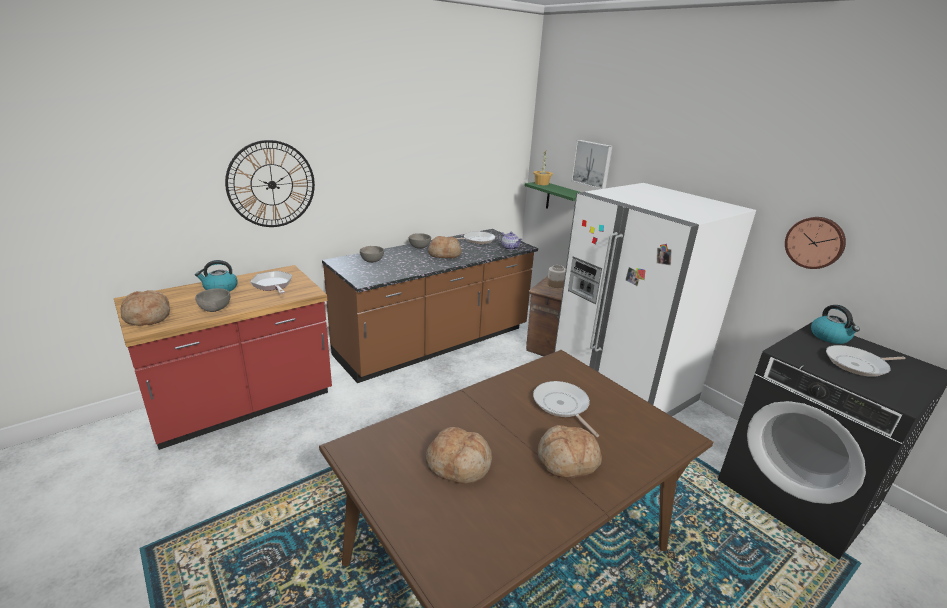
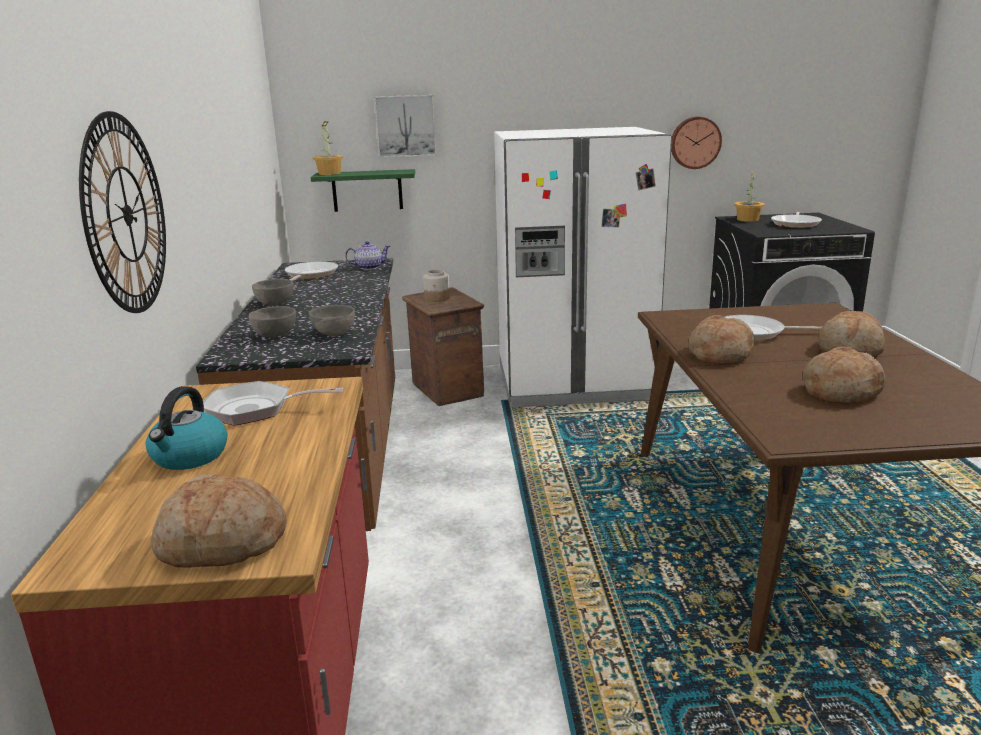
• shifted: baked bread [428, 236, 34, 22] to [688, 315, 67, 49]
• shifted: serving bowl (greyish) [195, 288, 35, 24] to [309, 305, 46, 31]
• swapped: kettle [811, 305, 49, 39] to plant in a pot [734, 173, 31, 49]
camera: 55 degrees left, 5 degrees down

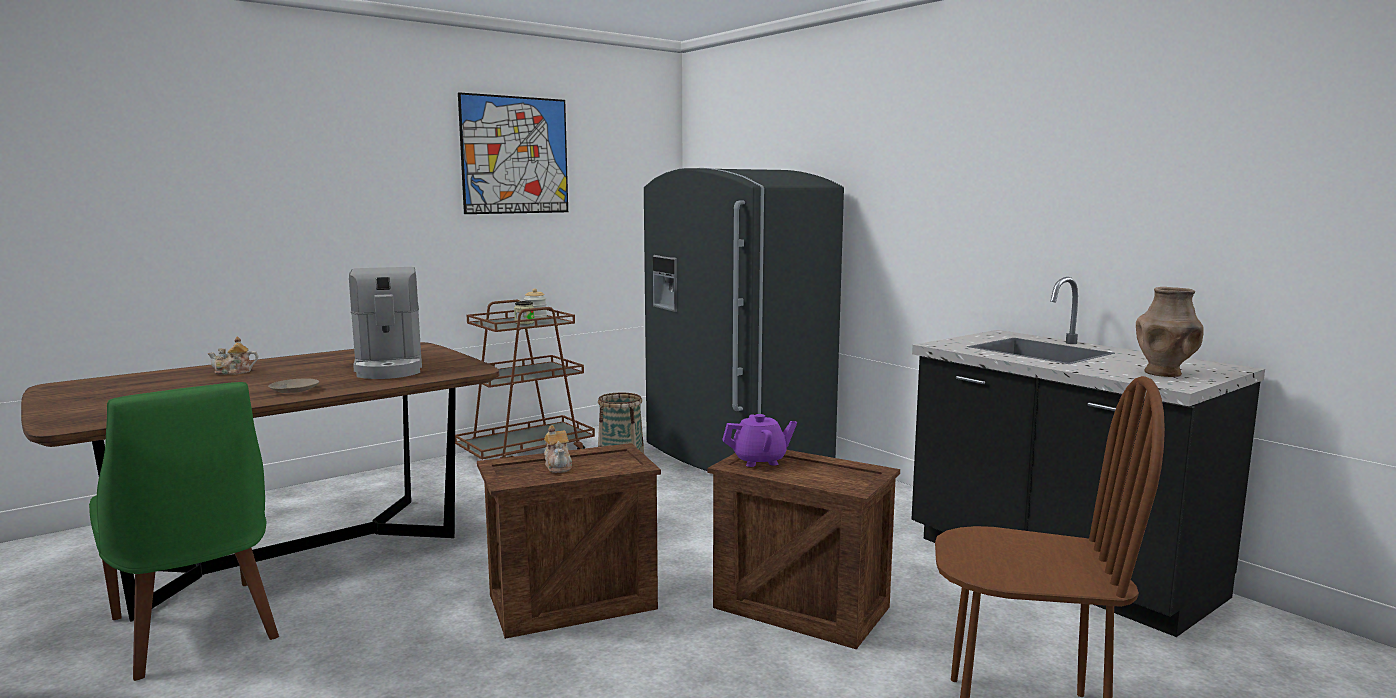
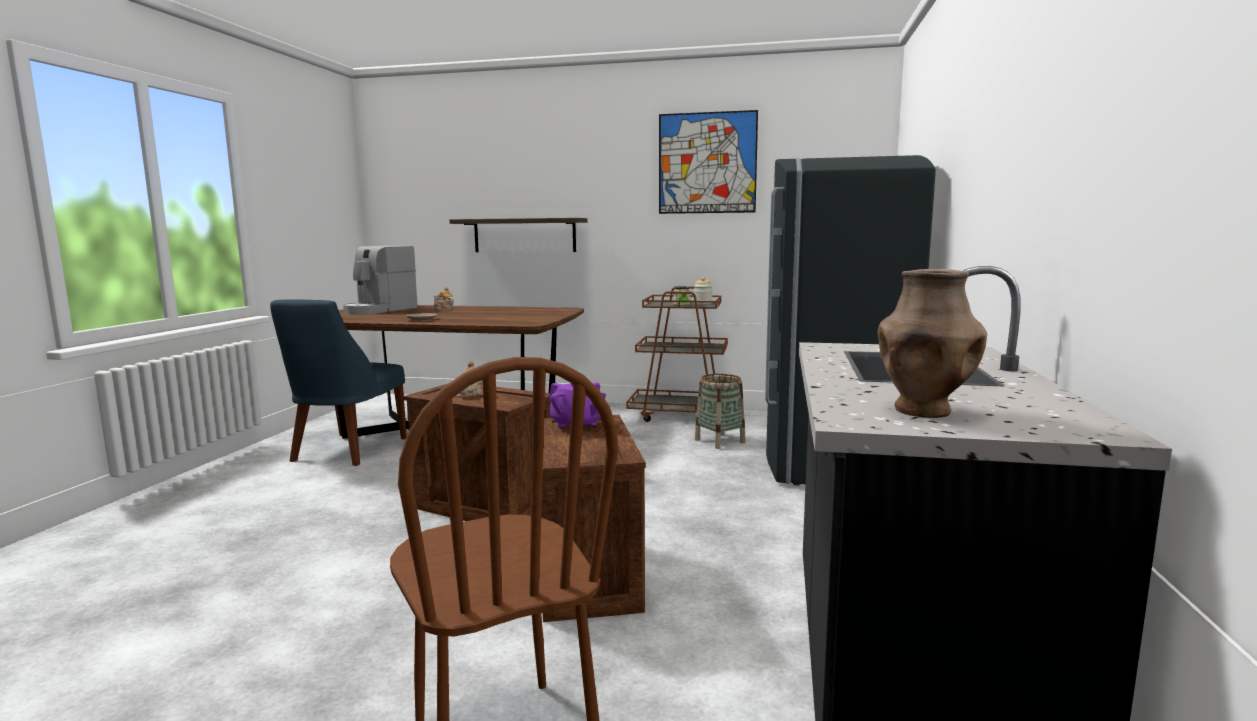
• shifted: coffee maker [349, 267, 73, 112] to [343, 246, 75, 69]
• repainted: chair (greenish) [89, 382, 190, 299] to chair (blue-coloured) [270, 300, 137, 166]
• new: shelf [450, 218, 137, 34]
camera: 50 degrees right, 0 degrees up

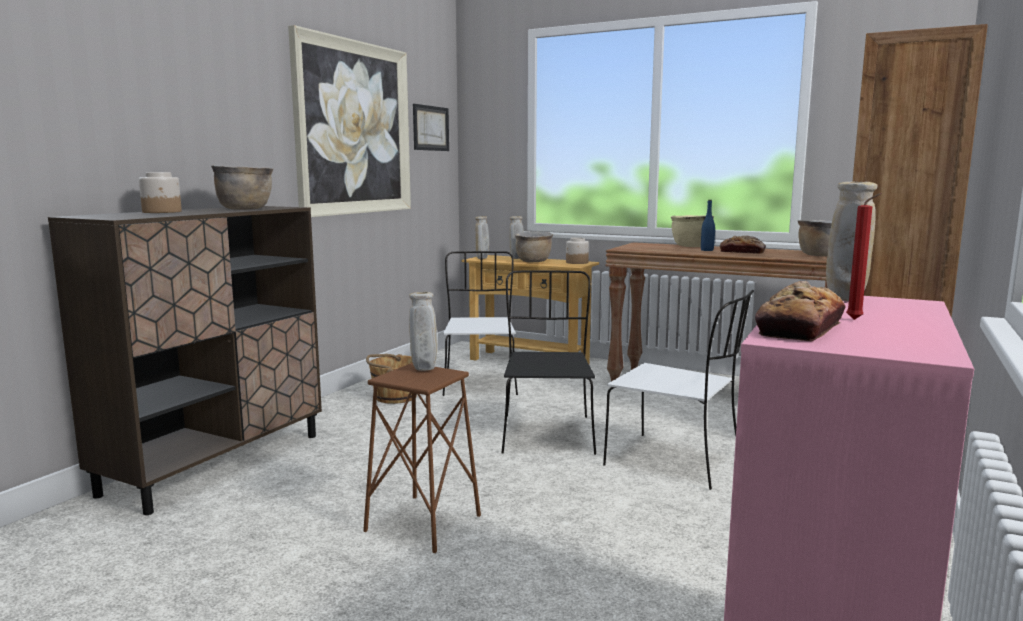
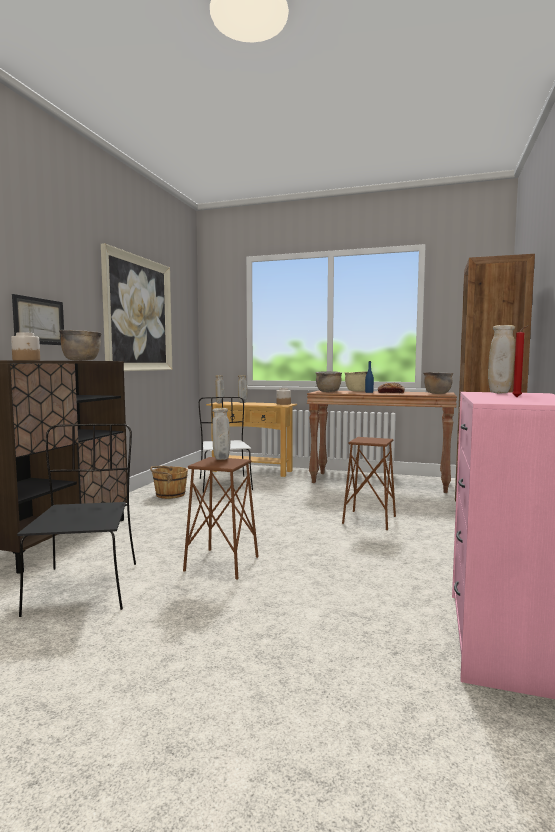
• shifted: picture [413, 104, 36, 47] to [12, 294, 52, 51]
• shifted: saucepot (brownish) [515, 231, 38, 32] to [316, 371, 26, 21]
• shifted: chair (black-coloured) [502, 270, 94, 185] to [17, 424, 119, 193]
• gone: baked bread [755, 281, 90, 60]
• swapped: chair (white-coloured) [603, 290, 151, 200] to stool (brownish) [342, 437, 54, 93]
camera: 10 degrees left, 5 degrees down

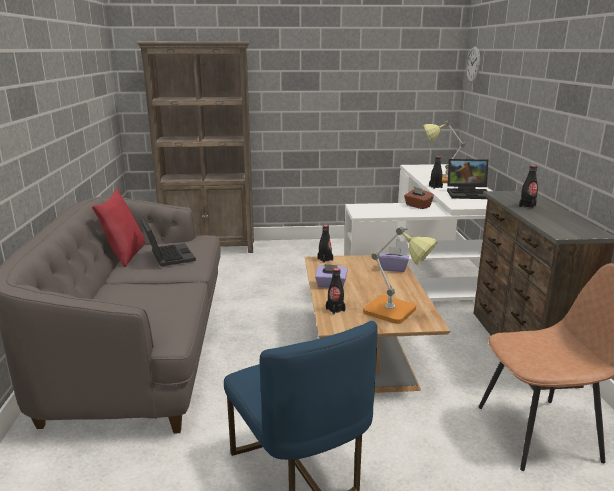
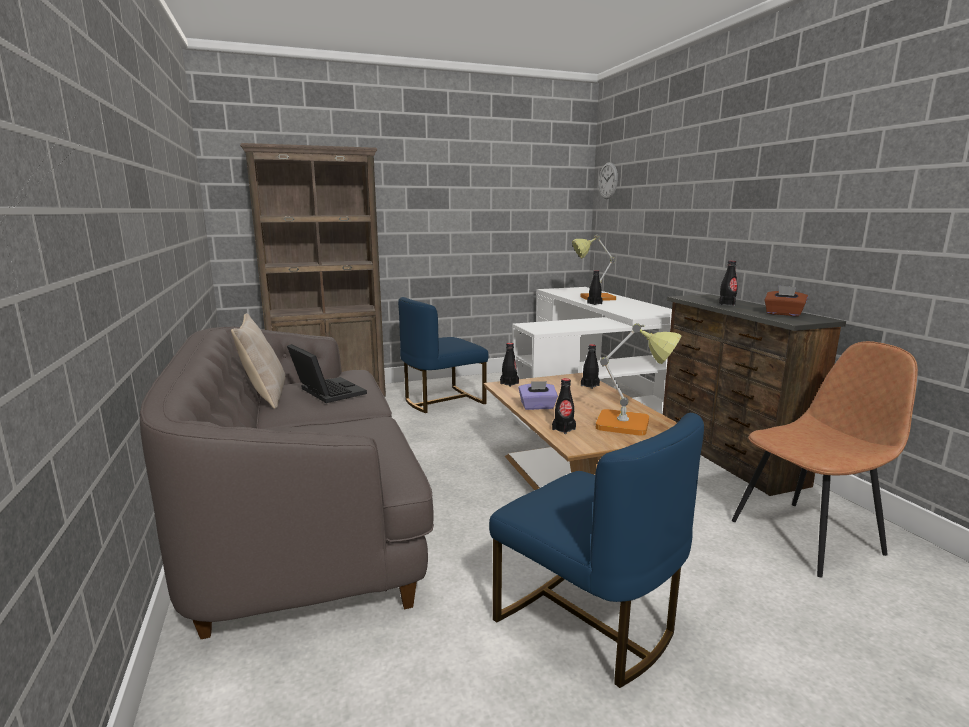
• gone: portable computer [447, 159, 41, 40]
• shifted: box of tissues (brownish) [404, 186, 30, 23] to [765, 285, 43, 31]
• repainted: pillow (red-coloured) [92, 189, 53, 78] to pillow (sand-coloured) [231, 313, 54, 96]
• swapped: box of tissues (purple-coloured) [379, 247, 30, 25] to beverage bottle (black-coloured) [581, 344, 19, 45]
• new: chair (blue-coloured) [398, 297, 90, 116]
camera: 15 degrees left, 5 degrees down

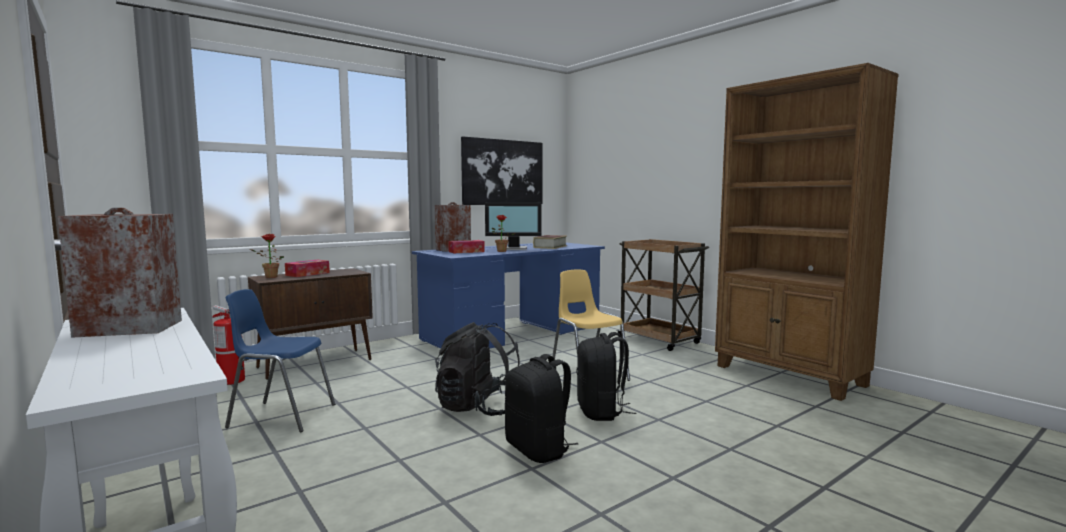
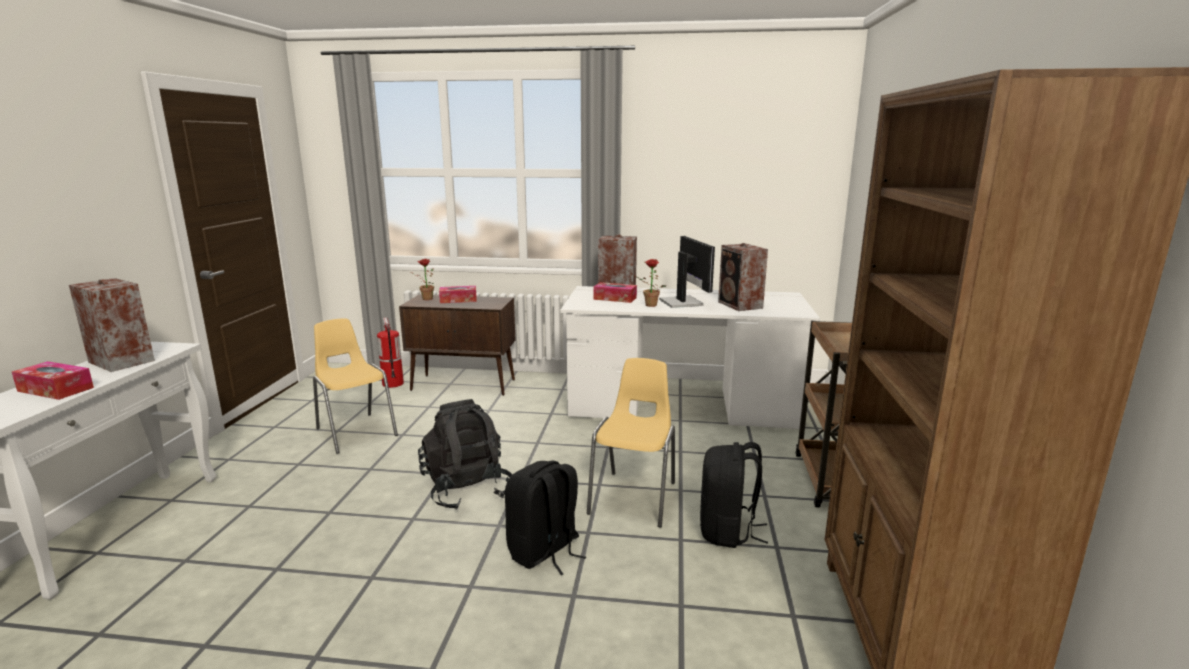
• gone: picture [461, 137, 82, 68]
• rotated: monitor [485, 202, 57, 48] = [659, 236, 56, 72] 150 degrees counterclockwise
• swapped: book [533, 235, 34, 14] to audio speaker [718, 243, 50, 68]
• repainted: desk table (blue-coloured) [412, 243, 193, 106] to desk table (white-coloured) [561, 286, 259, 143]
• repainted: chair (blue-coloured) [225, 289, 110, 144] to chair (yellow) [313, 319, 85, 135]
• shifted: backpack (black-coloured) [505, 354, 73, 109] to [700, 442, 68, 106]
• new: box of tissues [12, 361, 82, 39]
camera: 45 degrees right, 10 degrees up

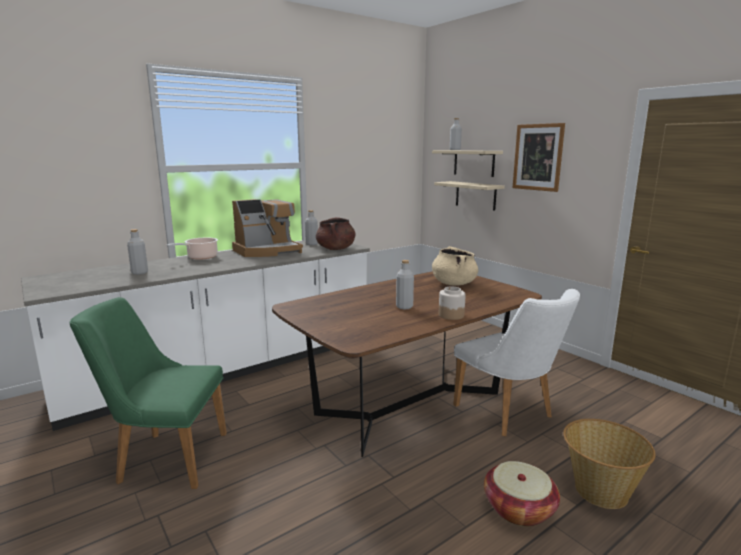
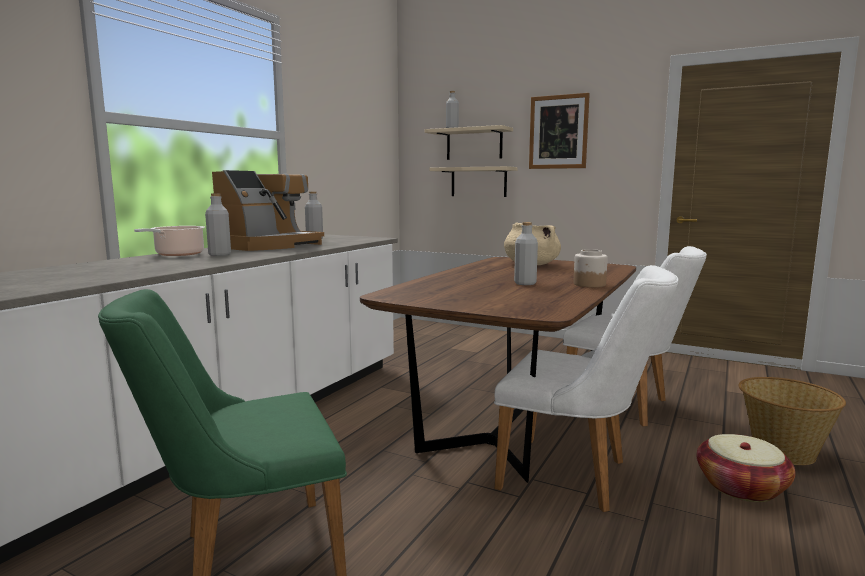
• gone: saucepot (brownish) [316, 217, 39, 33]
• shifted: beverage bottle (greyish) [127, 229, 21, 46] to [205, 193, 26, 63]
• new: chair (white-coloured) [494, 265, 185, 247]
camera: 25 degrees left, 5 degrees down

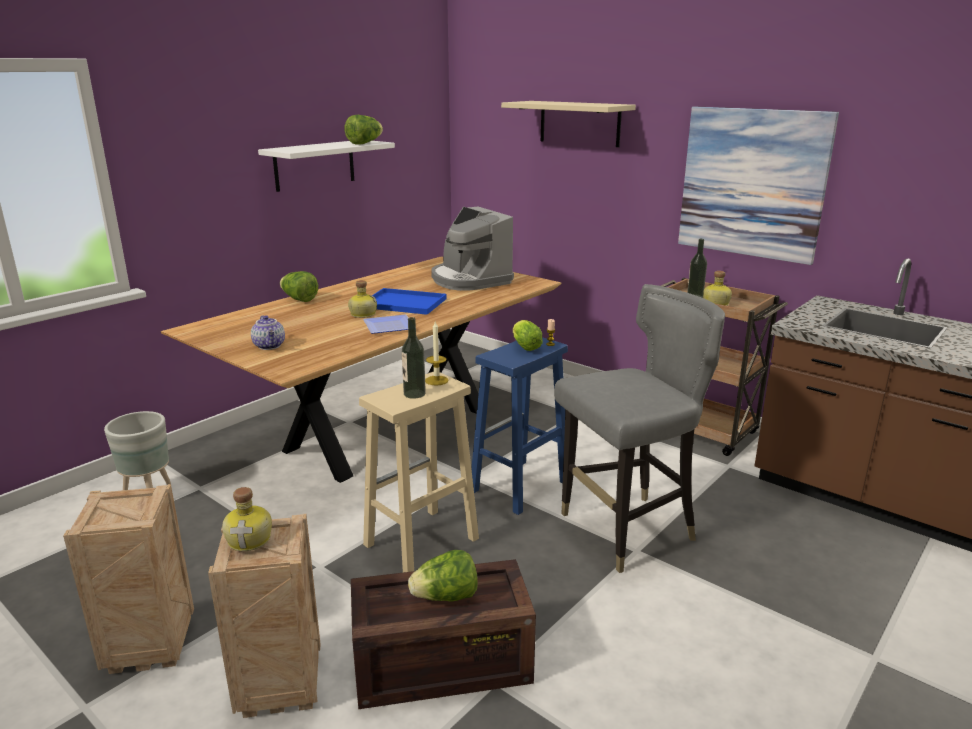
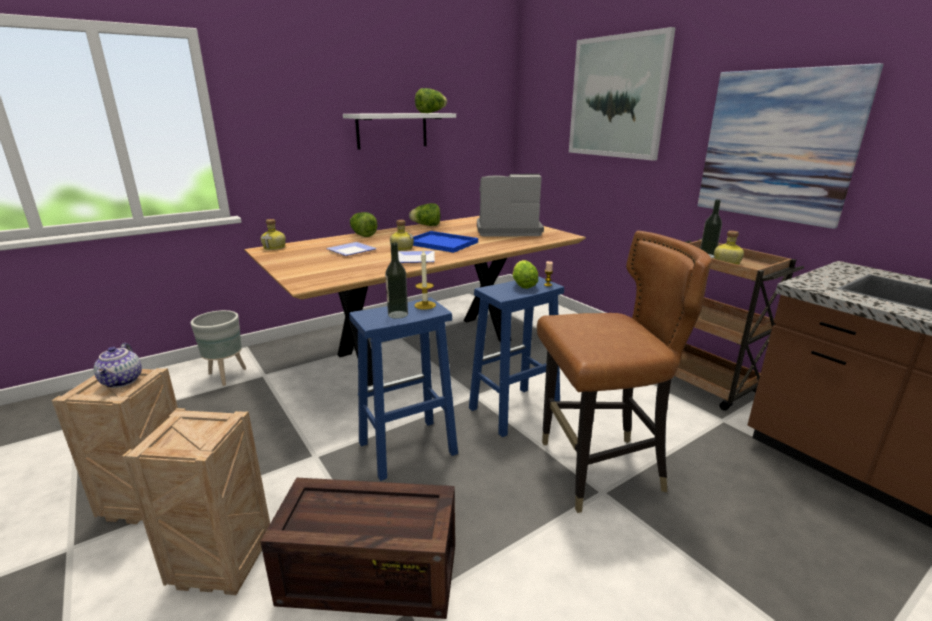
• swapped: shelf (sand-coloured) [501, 101, 135, 46] to picture [569, 27, 107, 134]
• rotated: coffee maker [431, 207, 83, 84] = [477, 174, 67, 63] 105 degrees clockwise
• repainted: chair (greyish) [554, 284, 171, 289] to chair (brownish) [537, 231, 175, 282]
• shifted: teapot [251, 315, 34, 35] to [94, 343, 48, 45]
• repainted: stool (sand-coloured) [359, 371, 120, 201] to stool (blue-coloured) [349, 297, 109, 184]
• shifted: beverage bottle [222, 487, 50, 64] to [260, 219, 26, 31]
• shifted: lettuce [408, 550, 70, 52] to [409, 203, 32, 23]
• new: flat dish [326, 242, 51, 14]
camera: 15 degrees right, 0 degrees up

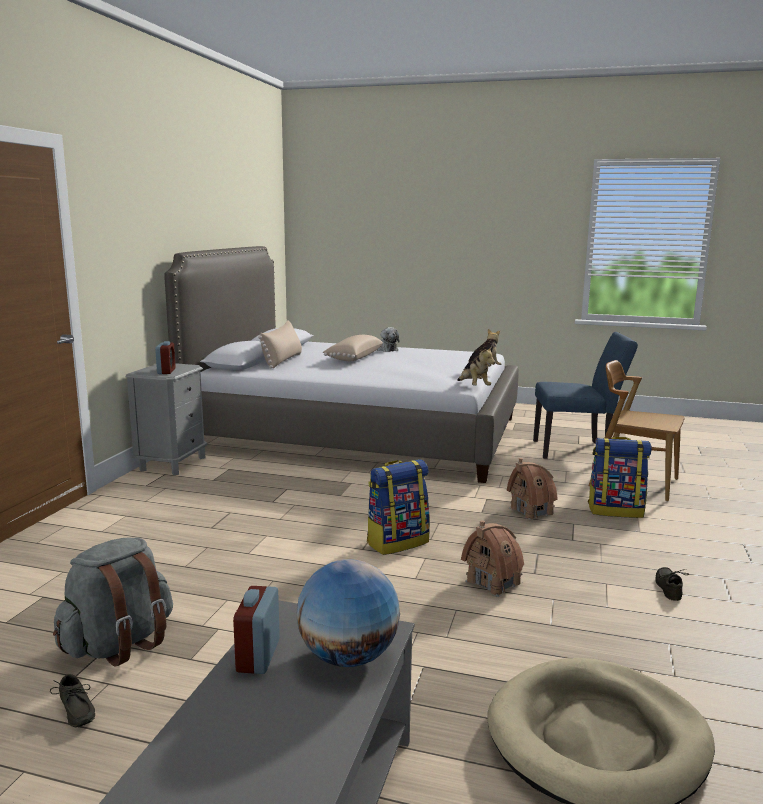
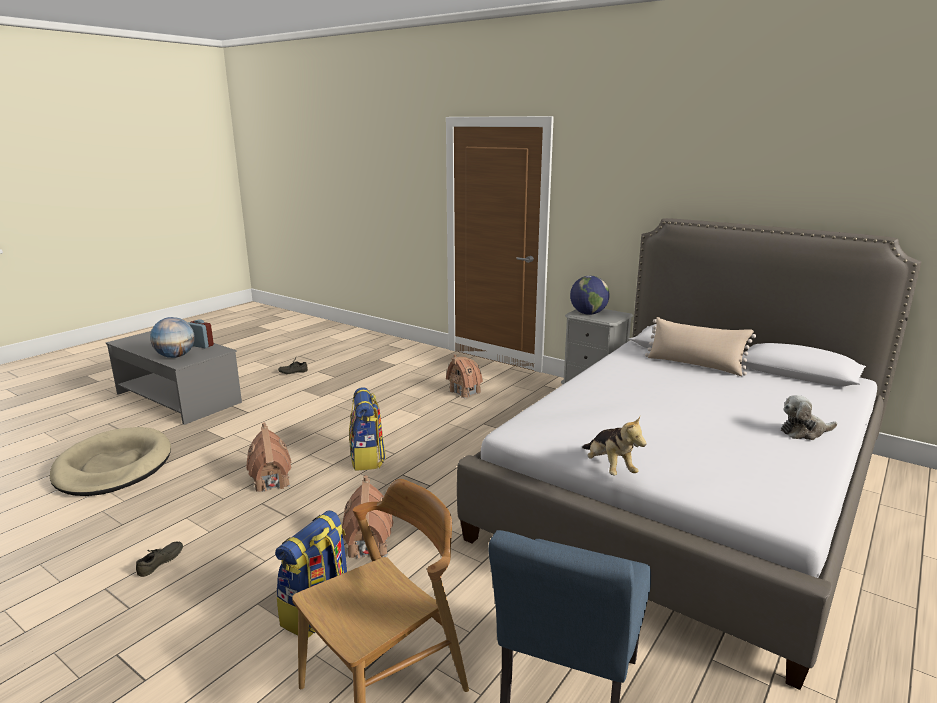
• gone: pillow (sand-coloured) [323, 335, 60, 26]
• swapped: bedside clock [155, 341, 21, 33] to desk globe [570, 276, 40, 39]
• gone: cuddly toy [457, 345, 38, 41]
• gone: backpack (greyish) [53, 537, 120, 130]
• rotated: item of footwear (greyish) [655, 567, 34, 34] = [136, 541, 47, 36] 90 degrees counterclockwise
• new: toy house [446, 354, 37, 45]
camera: 110 degrees right, 5 degrees up

